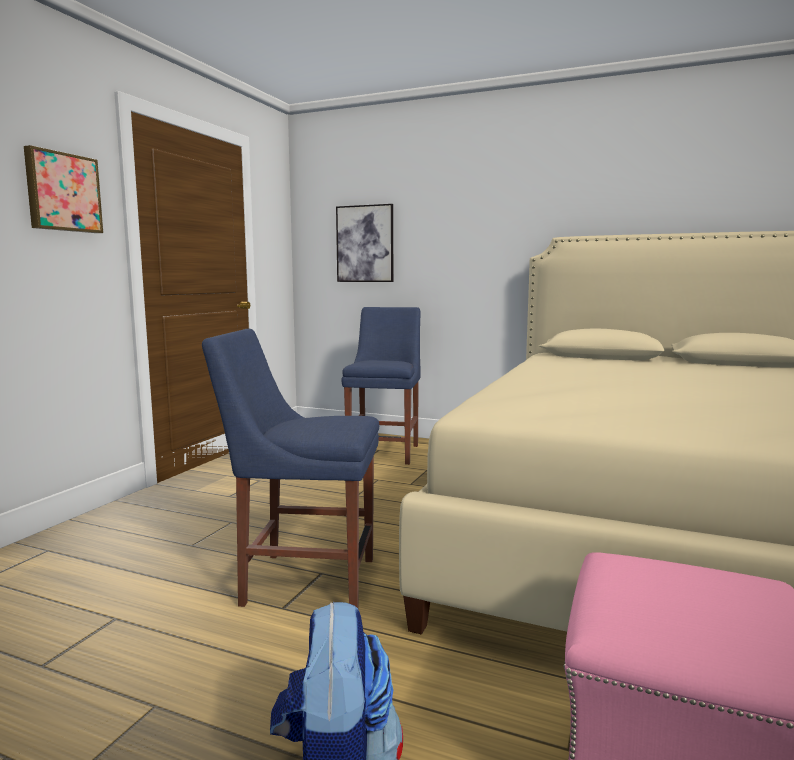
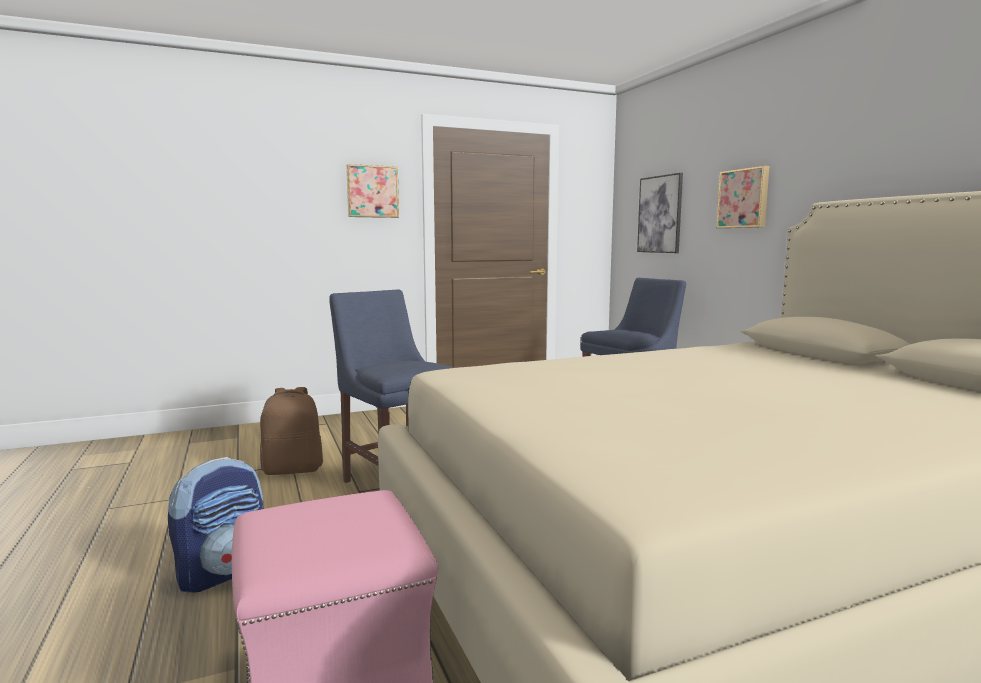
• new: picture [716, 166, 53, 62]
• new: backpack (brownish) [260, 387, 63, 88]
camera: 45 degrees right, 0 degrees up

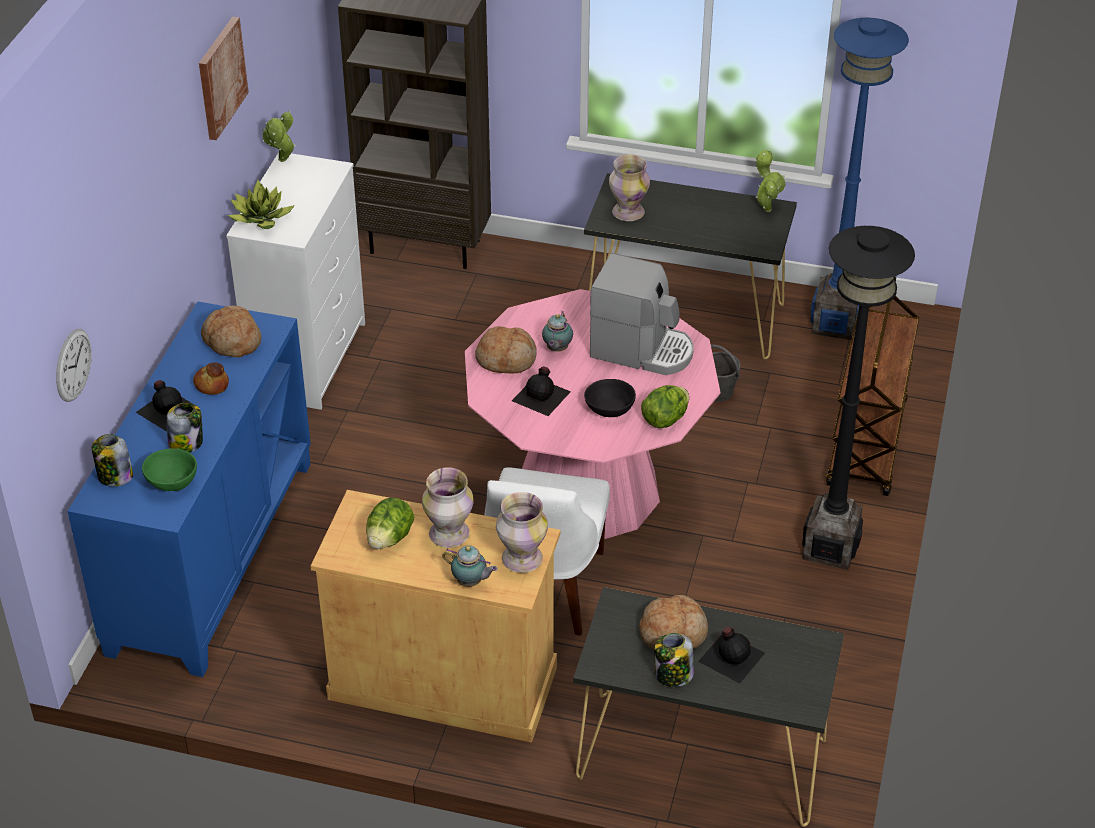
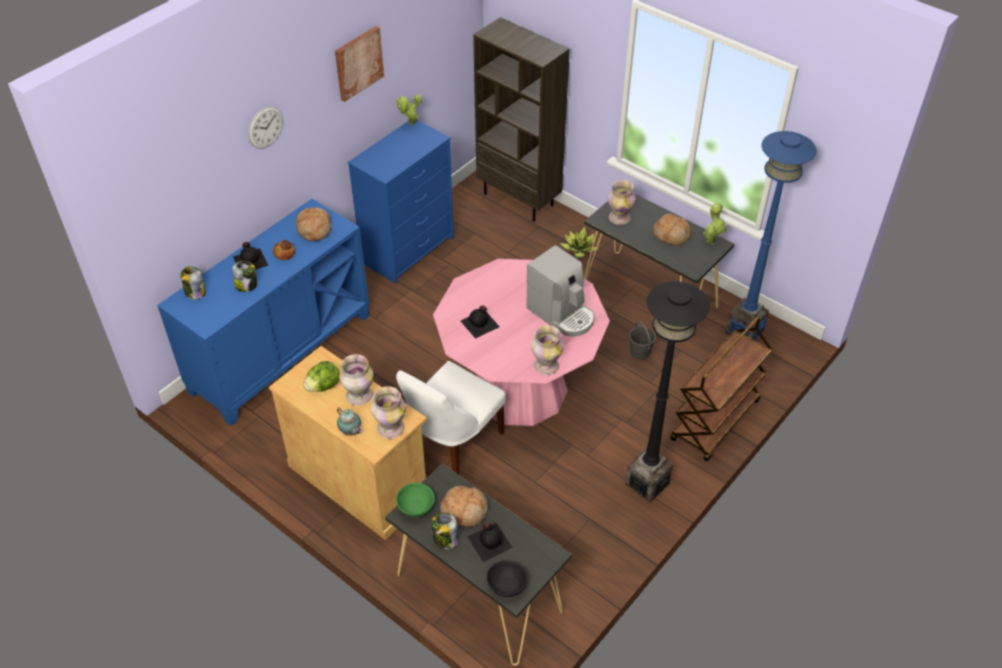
• repainted: chest of drawers (white-coloured) [226, 152, 139, 258] to chest of drawers (blue-coloured) [348, 120, 106, 164]
• shifted: plant in a pot [228, 180, 67, 49] to [560, 227, 39, 31]
• gone: teapot [542, 311, 31, 41]
• shifted: baked bread [475, 326, 62, 47] to [653, 214, 39, 32]
• shifted: hanging clock [56, 329, 36, 73] to [248, 106, 35, 43]
• shifted: serving bowl (black-coloured) [584, 379, 52, 38] to [486, 560, 41, 37]
• swapped: lettuce [641, 385, 48, 43] to flower vase [531, 325, 33, 50]
• shifted: serving bowl (greenish) [142, 449, 55, 42] to [396, 483, 39, 34]
camera: 25 degrees right, 5 degrees up

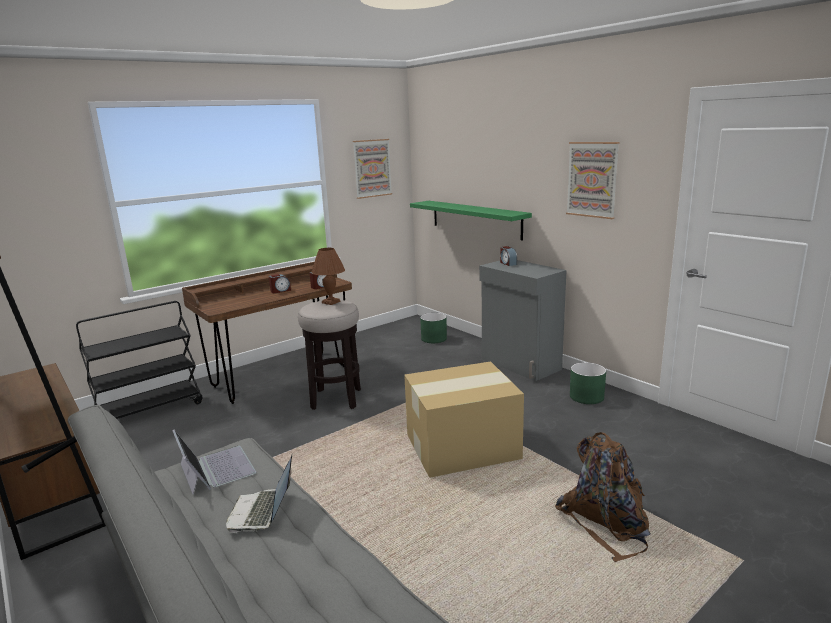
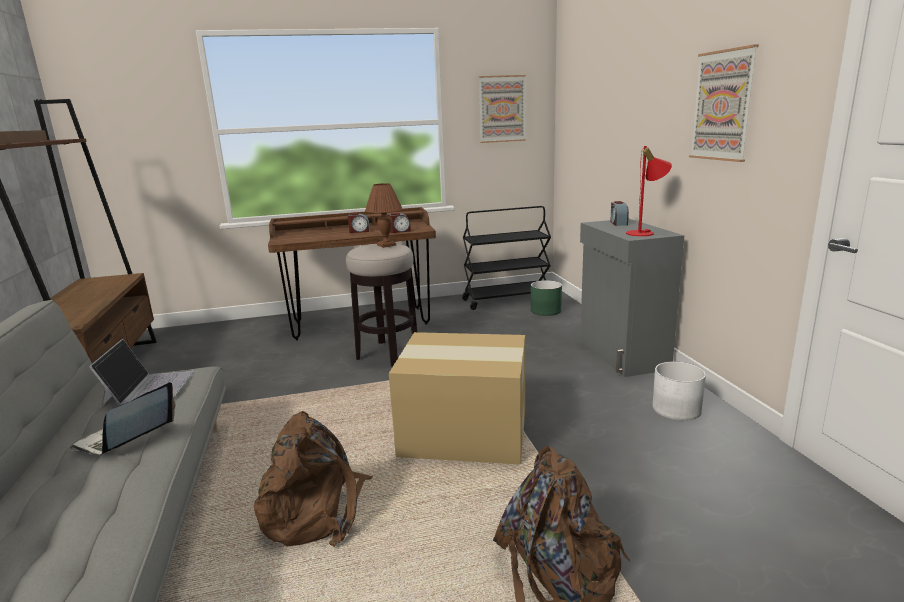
• gone: shelf (greenish) [410, 201, 122, 40]
• shifted: trolley (black-coloured) [76, 301, 126, 118] to [462, 206, 89, 104]
• repainted: flower pot (greenish) [570, 362, 36, 42] to flower pot (white-coloured) [652, 361, 54, 60]
• new: lamp for a table (red-coloured) [626, 146, 46, 90]
• new: backpack (brownish) [254, 411, 119, 136]
camera: 25 degrees right, 0 degrees up

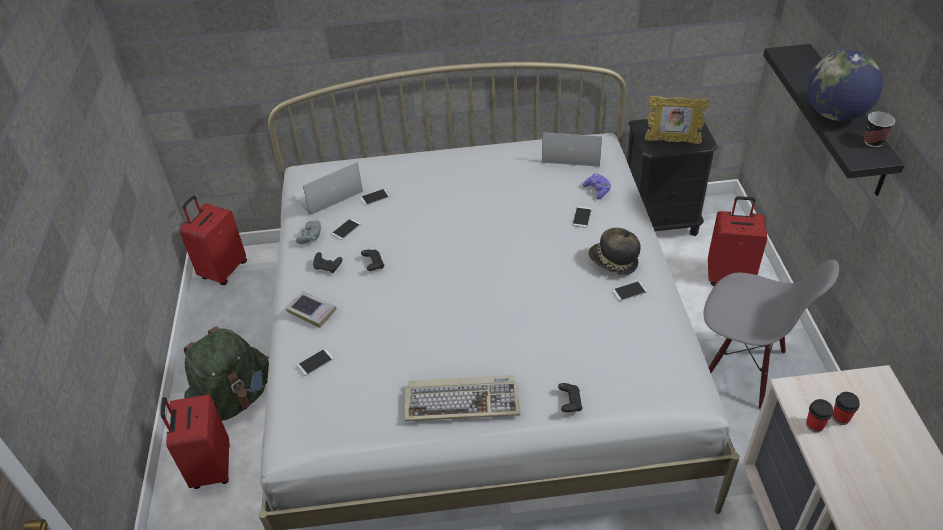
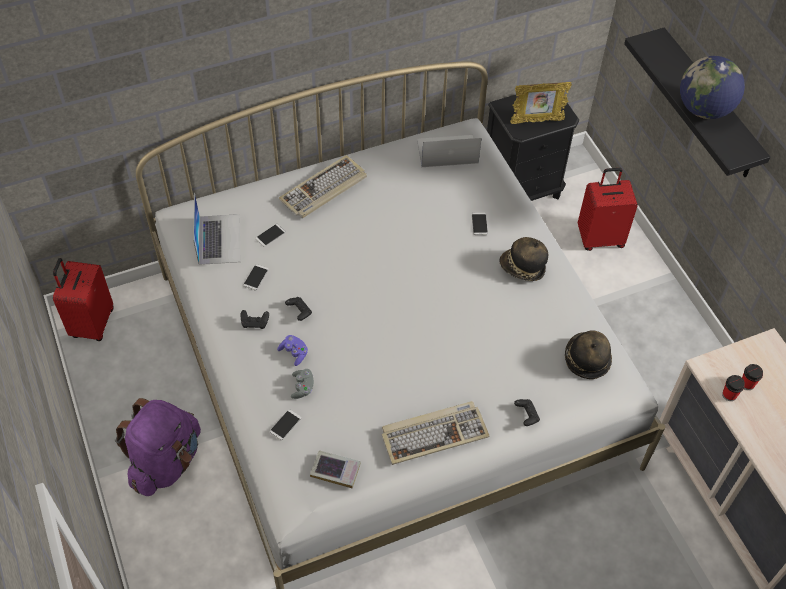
• gone: small cup [864, 112, 31, 35]
• rotated: portable computer [293, 162, 70, 53] = [193, 192, 47, 73] 135 degrees clockwise
• shifted: gamepad (purple-coloured) [583, 174, 28, 25] to [277, 335, 31, 31]
• shifted: gamepad (greyish) [296, 220, 26, 24] to [291, 369, 23, 30]
• gone: chair (greyish) [704, 260, 135, 150]
• gone: handset [612, 281, 36, 20]
• shifted: book [286, 291, 51, 37] to [310, 450, 51, 38]
• repainted: backpack (greenish) [184, 326, 85, 95] to backpack (purple-coloured) [115, 398, 86, 98]
• gone: suitcase (red-coloured) [160, 394, 70, 95]
• new: keyboard [279, 155, 88, 63]
• new: clothing hat [565, 330, 47, 49]
camera: 20 degrees left, 10 degrees up

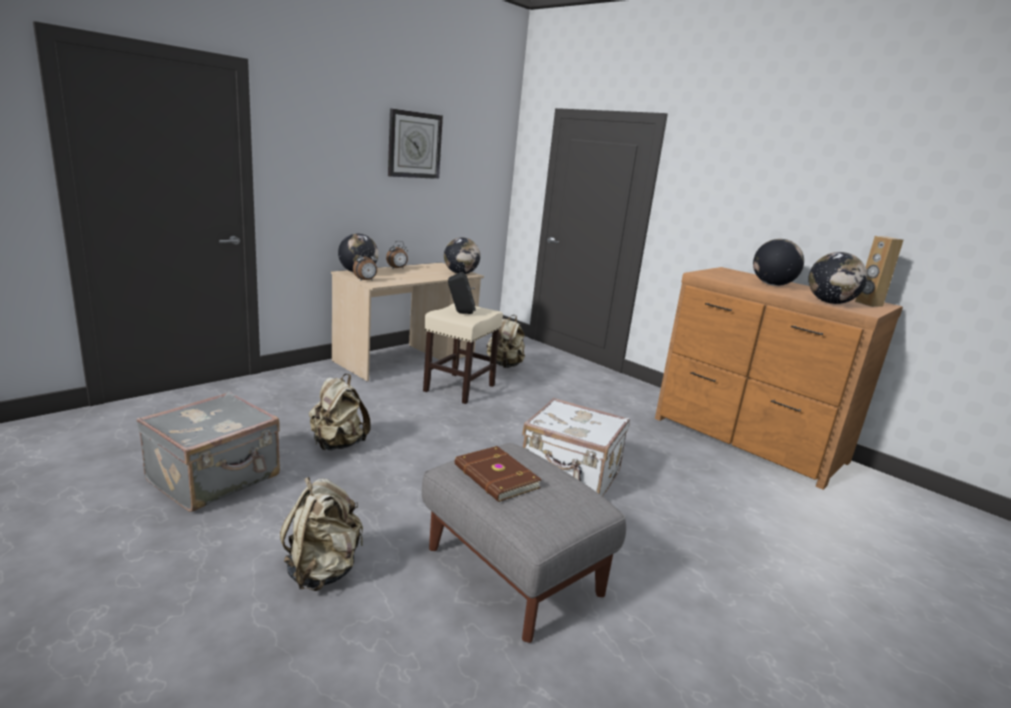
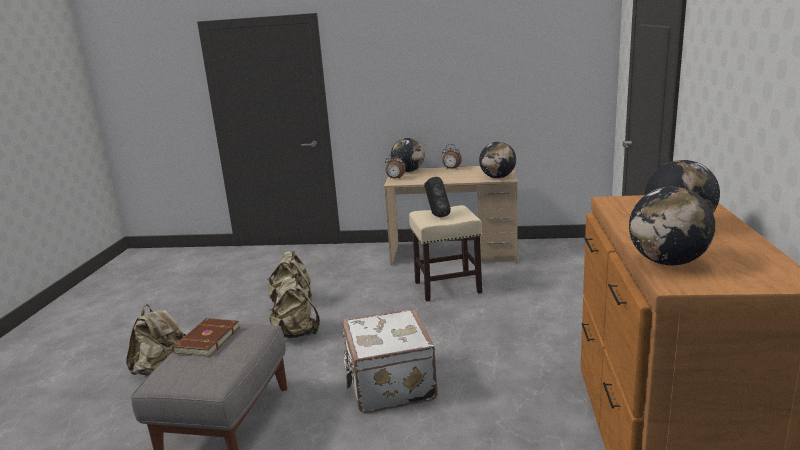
• gone: hanging clock [388, 108, 55, 71]
• gone: audio speaker (brownish) [855, 236, 48, 71]
• shifted: backpack (sand-coloured) [487, 315, 38, 53] to [269, 275, 51, 63]
• gone: suitcase (greyish) [136, 392, 144, 120]
camera: 55 degrees right, 0 degrees up

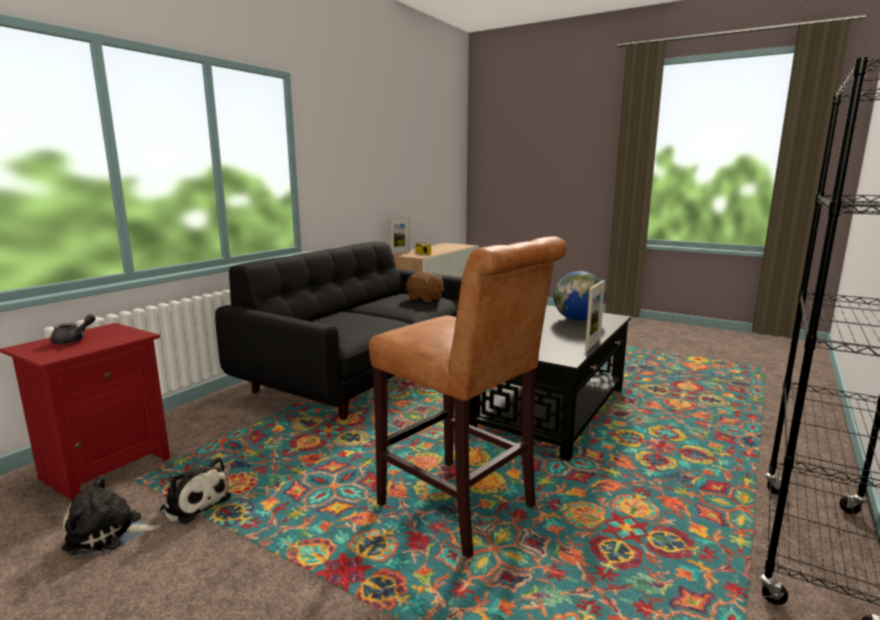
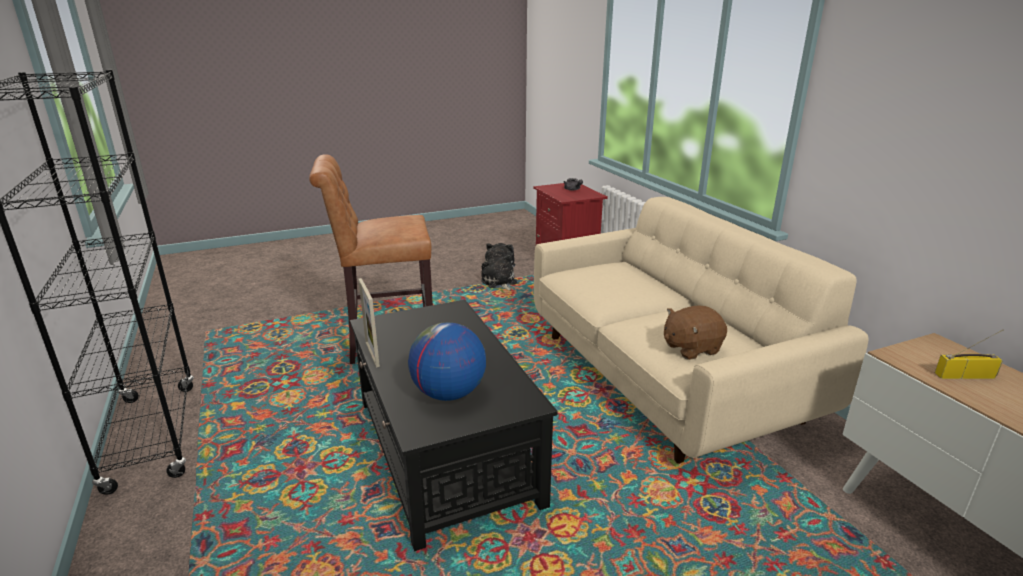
• gone: picture frame [389, 216, 21, 39]
• repainted: settee (black-coloured) [215, 241, 247, 179] to settee (sand-coloured) [534, 197, 335, 267]
• rotated: cuddly toy [160, 457, 71, 67] = [481, 255, 36, 36] 90 degrees clockwise
camera: 125 degrees right, 10 degrees up

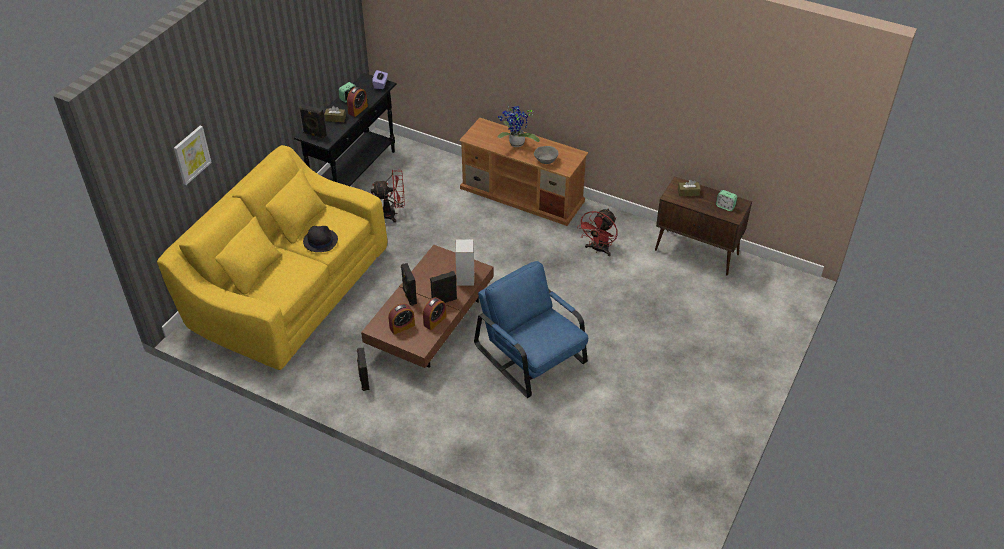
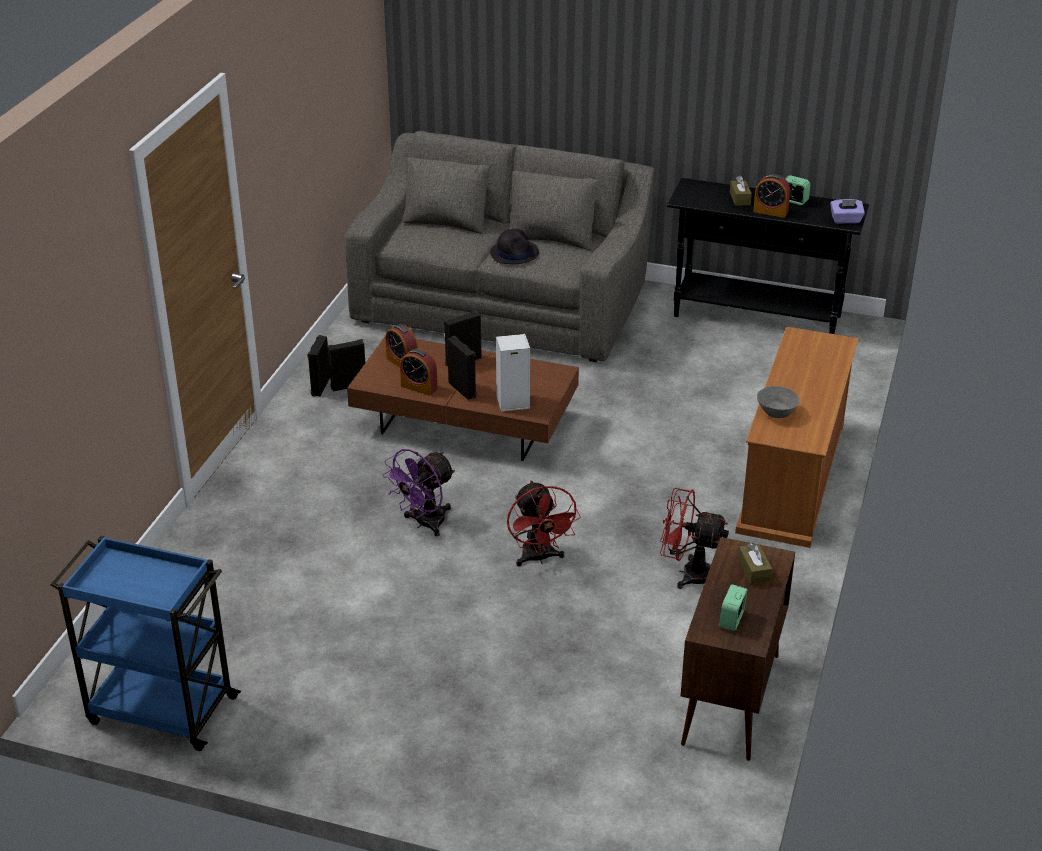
• shifted: audio speaker (black-coloured) [299, 104, 27, 34] to [307, 335, 23, 61]
• gone: plant in a pot [498, 106, 42, 41]
• gone: picture [174, 126, 38, 59]
• repainted: settee (yellow) [157, 145, 231, 225] to settee (greyish) [345, 131, 310, 231]
• shifted: fan (red-coloured) [371, 170, 34, 53] to [507, 480, 74, 86]
• swapped: lounge chair (blue-coloured) [474, 261, 114, 137] to fan (purple-coloured) [382, 449, 73, 87]
• new: trolley (blue-coloured) [51, 535, 190, 216]
camera: 80 degrees right, 10 degrees down

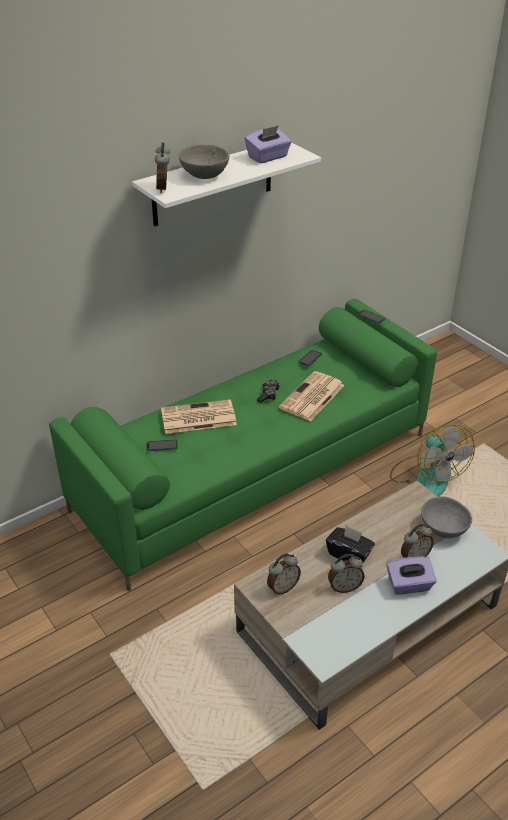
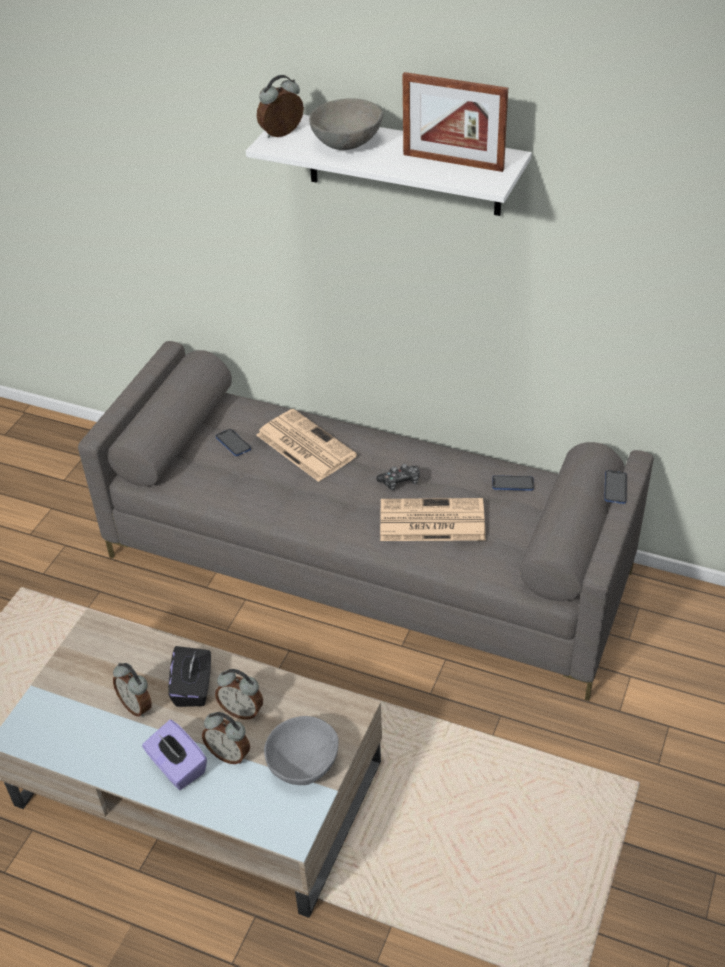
• swapped: box of tissues (purple-coloured) [245, 126, 47, 38] to picture frame [403, 72, 105, 100]
• repainted: settee (greenish) [49, 299, 388, 292] to settee (greyish) [78, 341, 576, 360]
• gone: fan [390, 425, 85, 72]
• shifted: bedside clock [267, 554, 34, 41] to [215, 669, 48, 51]
camera: 60 degrees right, 5 degrees up

